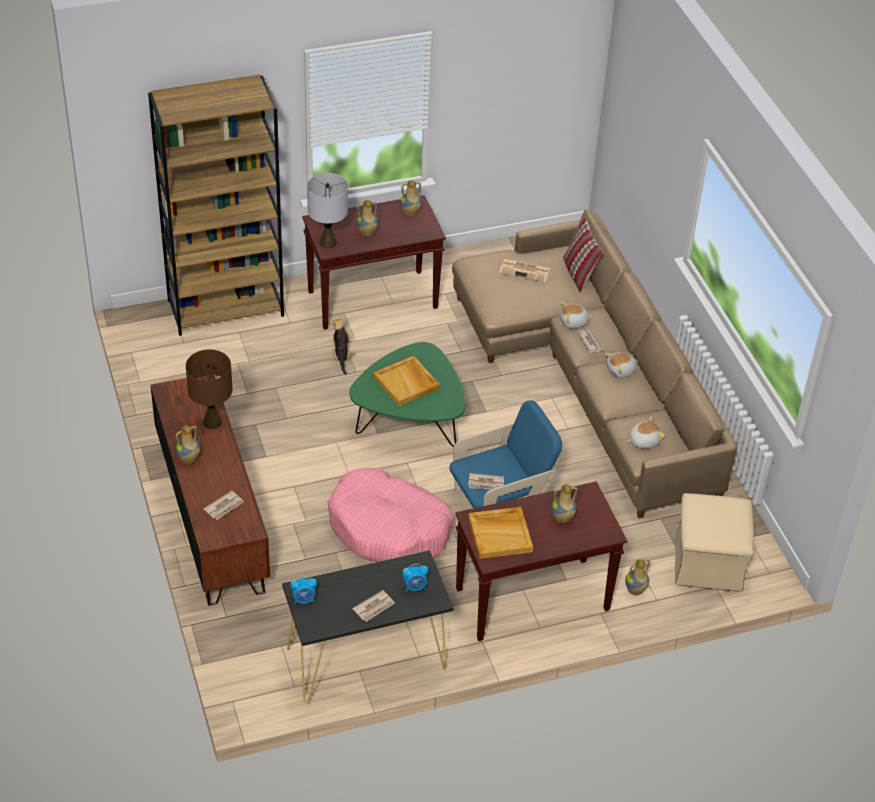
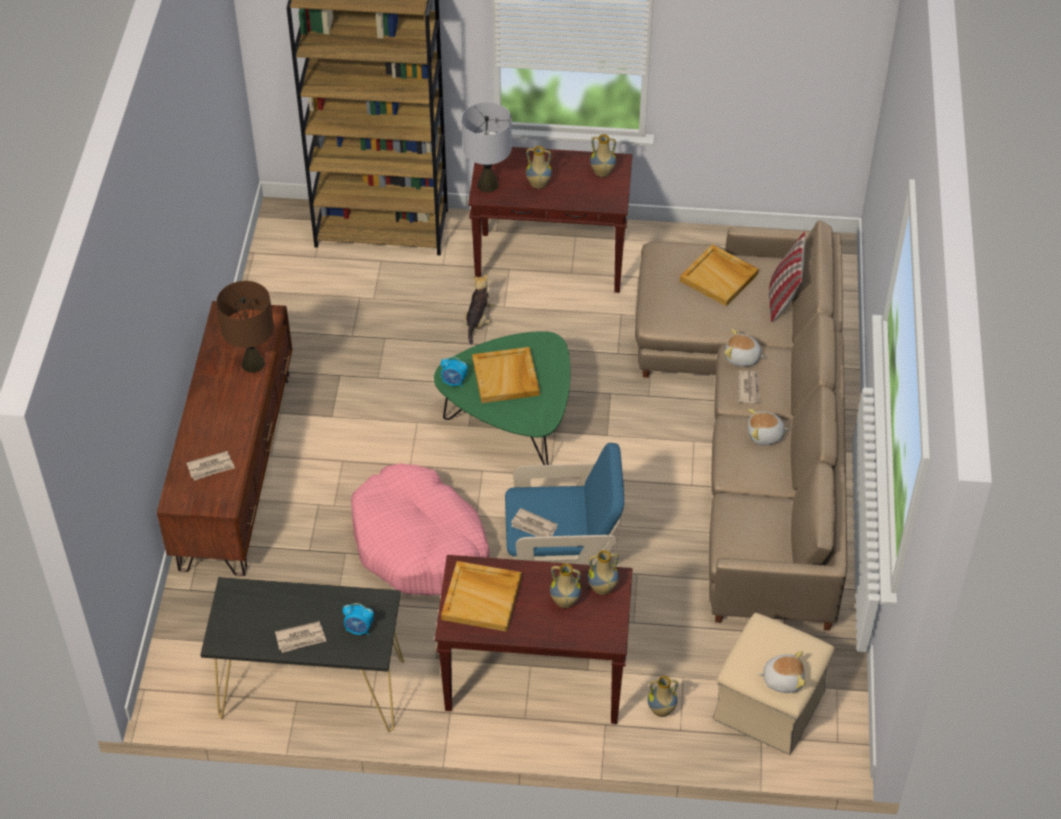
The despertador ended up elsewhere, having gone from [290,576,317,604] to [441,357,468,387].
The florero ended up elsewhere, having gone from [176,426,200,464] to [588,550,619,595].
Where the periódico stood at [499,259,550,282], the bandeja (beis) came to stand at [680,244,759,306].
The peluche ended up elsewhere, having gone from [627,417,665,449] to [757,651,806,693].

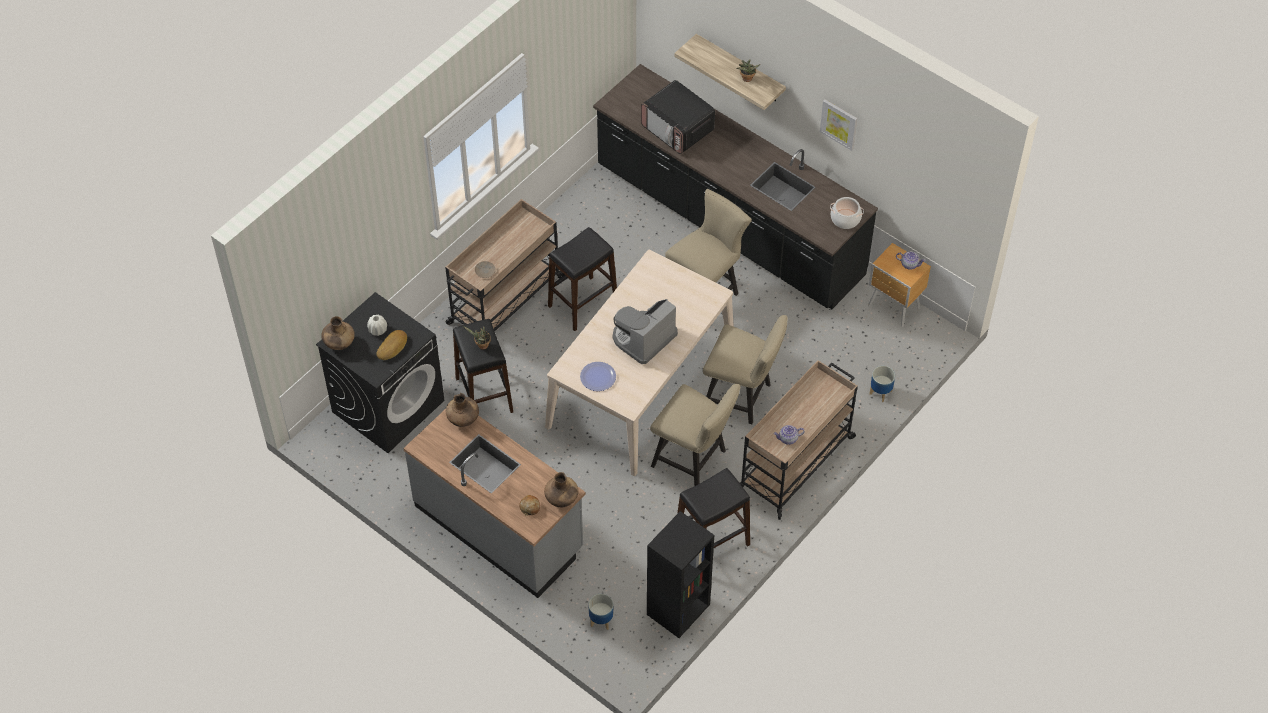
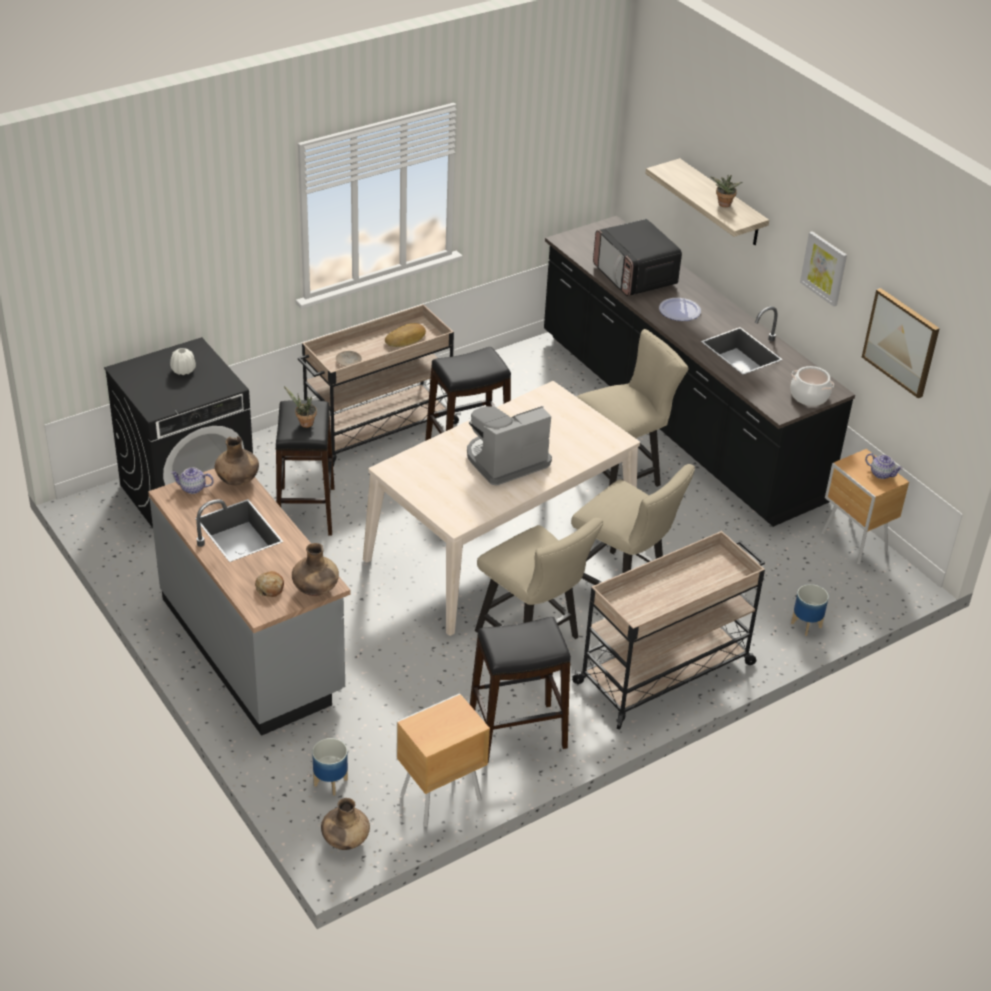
The tetera ended up elsewhere, having gone from [773,425,805,445] to [171,467,214,494].
The florero (marrón) ended up elsewhere, having gone from [321,316,355,350] to [321,798,370,850].
The pan ended up elsewhere, having gone from [377,330,407,360] to [385,323,426,347].
Where the estantería (negro) stood at [647,511,714,638], the mesita de noche (marrón) came to stand at [397,693,490,827].
The plato ended up elsewhere, having gone from [580,362,616,391] to [659,298,701,321].
The second view gained the cuadro at [862,288,940,398].

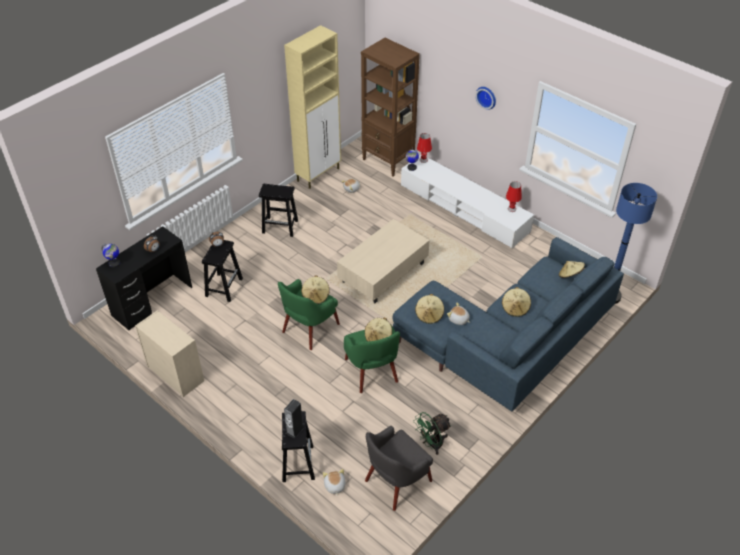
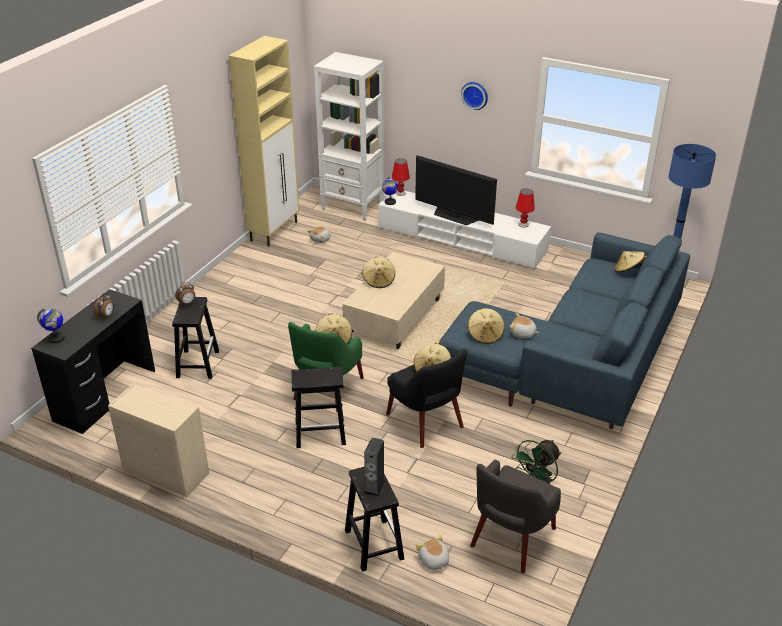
The taburete (negro) ended up elsewhere, having gone from [259,184,298,237] to [291,367,346,448].
What was the estantería (marrón) at [361,38,420,177] turned into the estantería (blanco) at [314,52,384,221].
The sombrero (beis) ended up elsewhere, having gone from [502,287,531,317] to [362,257,395,288].
What was the sillón (verde) at [344,325,400,393] turned into the sillón (negro) at [386,349,467,448].
The second view gained the televisor at [415,155,497,225].

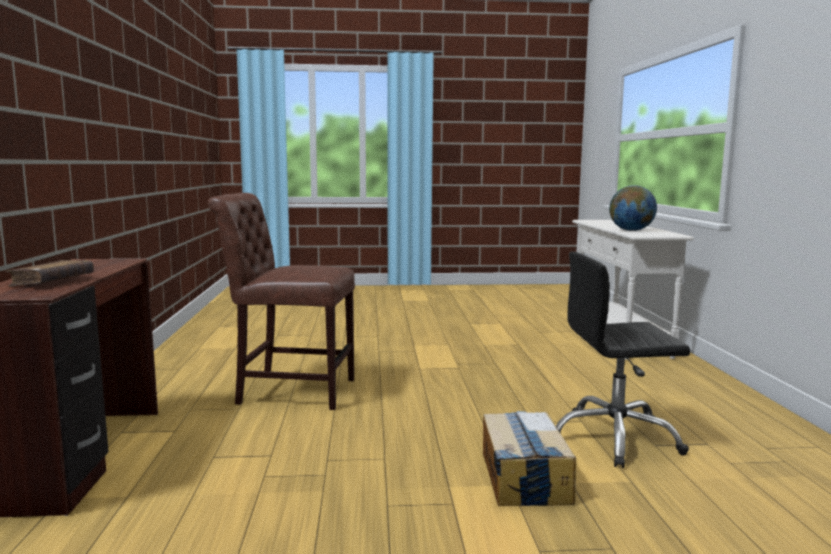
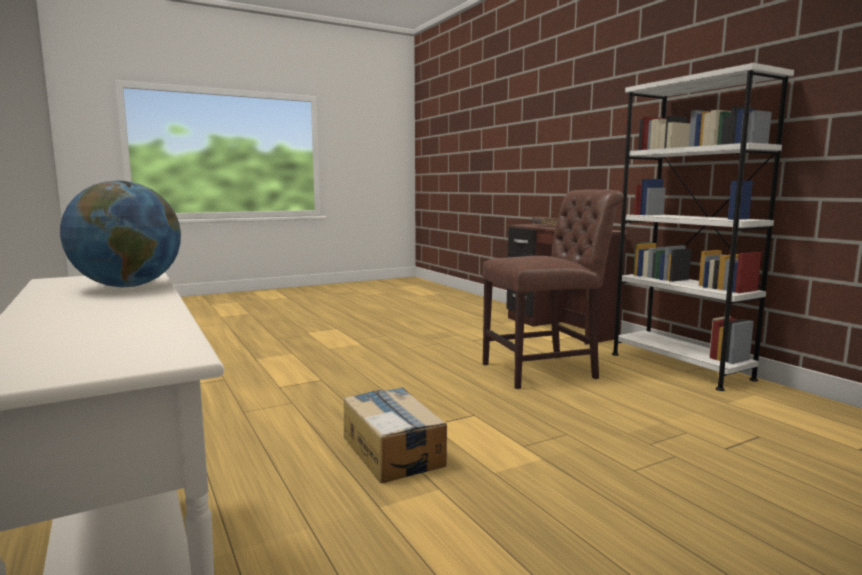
The caja de cartón ended up elsewhere, having gone from [483,411,576,506] to [344,387,447,483].
The second view gained the estantería (blanco) at [612,63,794,391].
The second view lost the silla de oficina (negro) at [556,251,690,468].

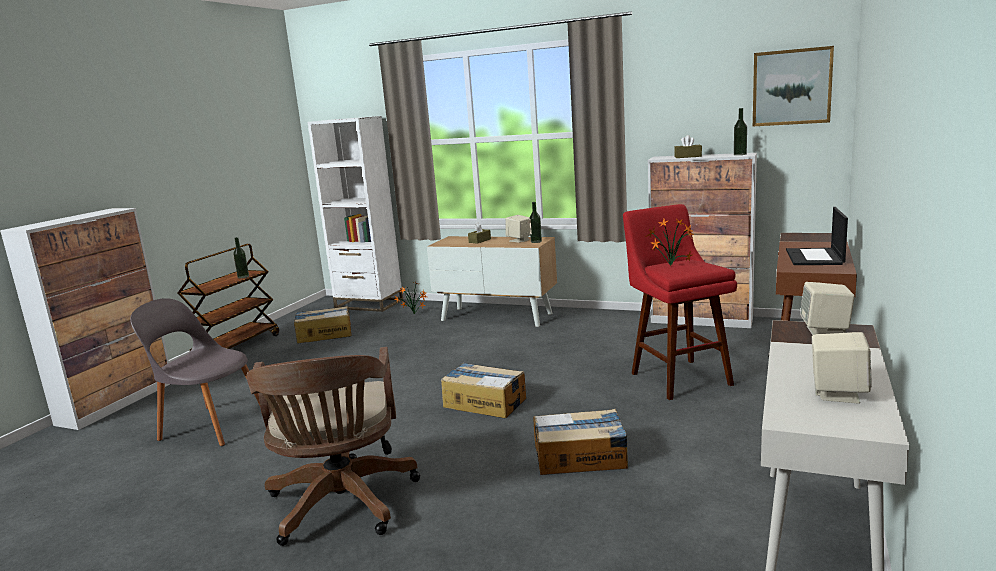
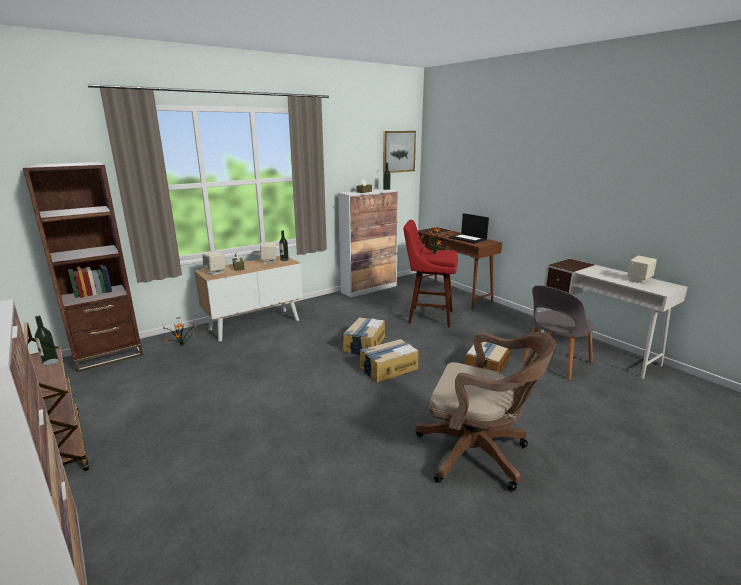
What was the estantería (blanco) at [308,116,403,312] turned into the estantería (marrón) at [23,162,143,372].
The altavoz (beis) ended up elsewhere, having gone from [800,282,855,335] to [202,252,225,275].
The caja de cartón ended up elsewhere, having gone from [294,306,352,344] to [342,318,385,355].
The silla (gris) ended up elsewhere, having gone from [130,298,260,446] to [522,285,595,380].

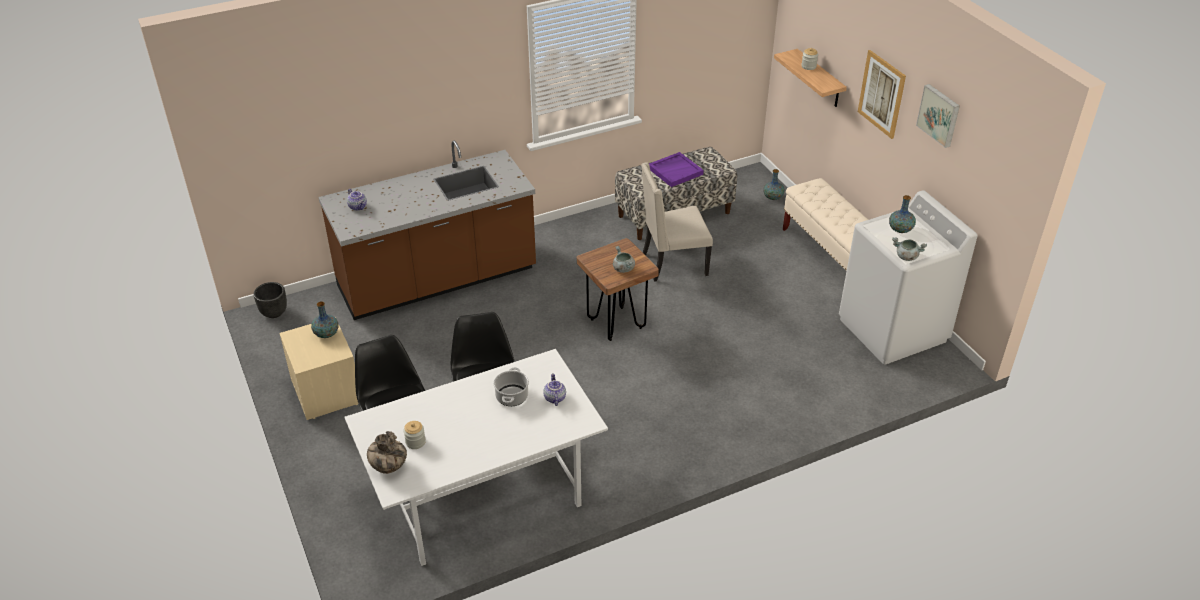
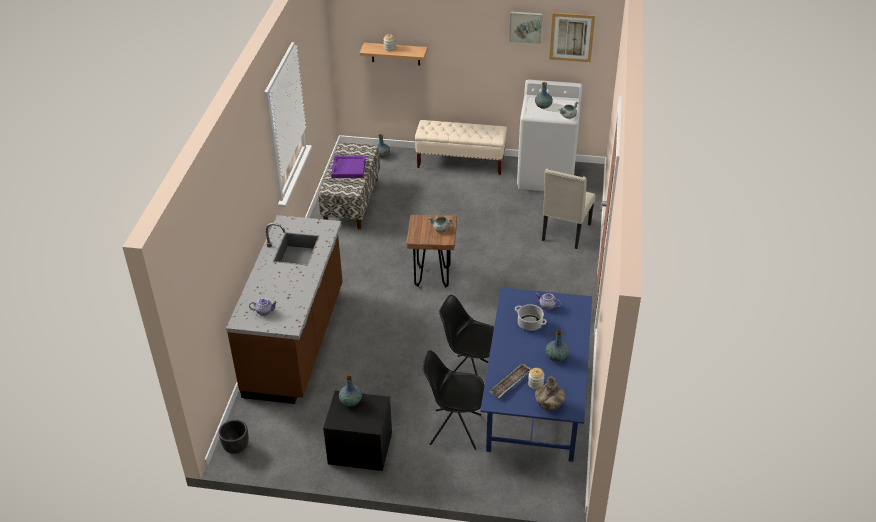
What was the mesita de noche (beis) at [280,317,359,420] turned into the mesita de noche (negro) at [323,391,392,471].
What was the mesa de comedor (blanco) at [345,349,608,566] turned into the mesa de comedor (azul) at [480,287,592,462].
The second view gained the bandeja at [489,363,531,398].
The silla (beis) ended up elsewhere, having gone from [641,162,713,282] to [542,168,595,249].
The second view gained the florero at [546,331,569,362].
The cuadro ended up elsewhere, having gone from [858,50,906,139] to [549,13,595,62].

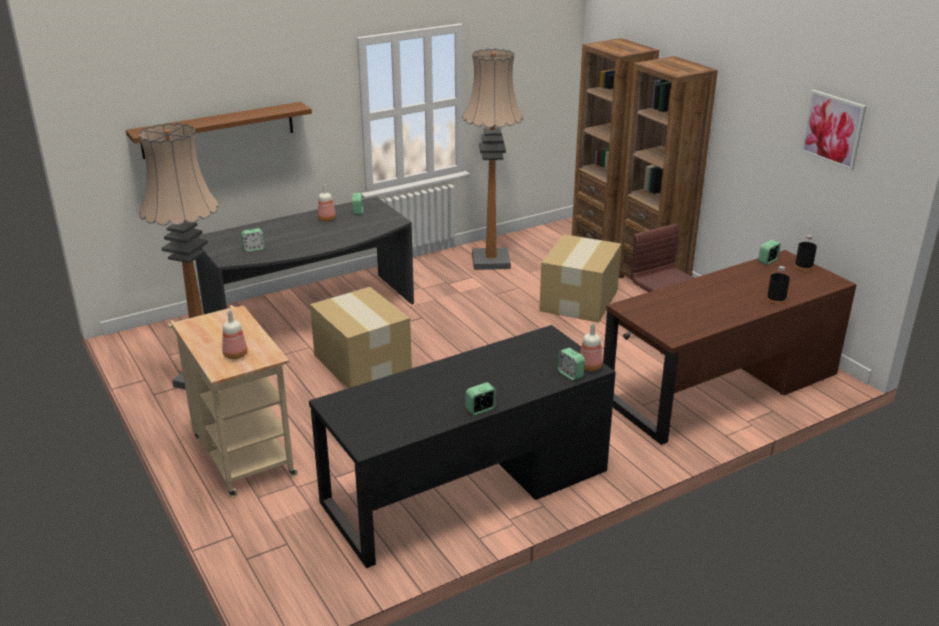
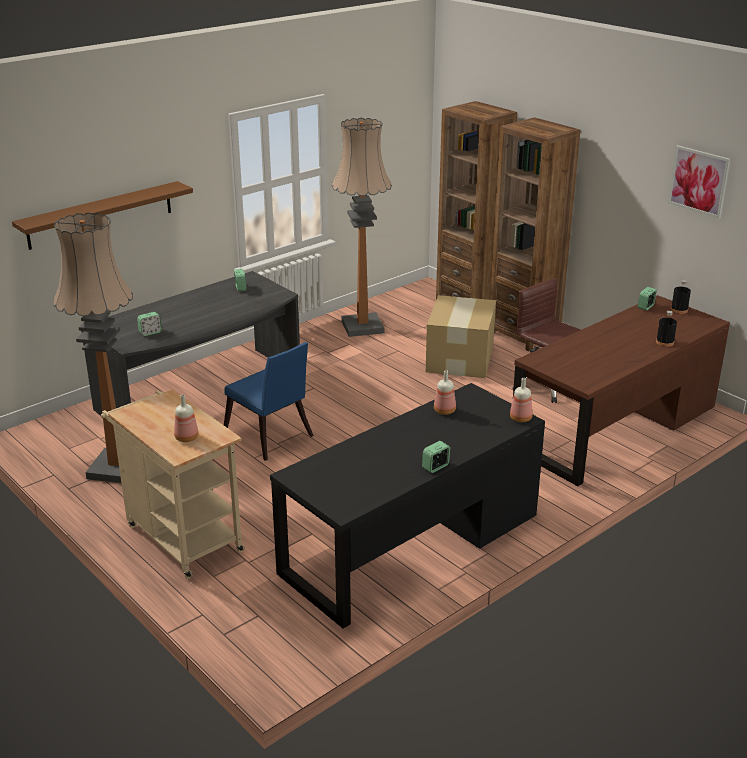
Where the caja de cartón stood at [310,287,412,388], the silla (azul) came to stand at [224,342,314,461].
The botella ended up elsewhere, having gone from [318,185,336,222] to [434,370,456,415].
The second view lost the despertador at [557,348,585,380].

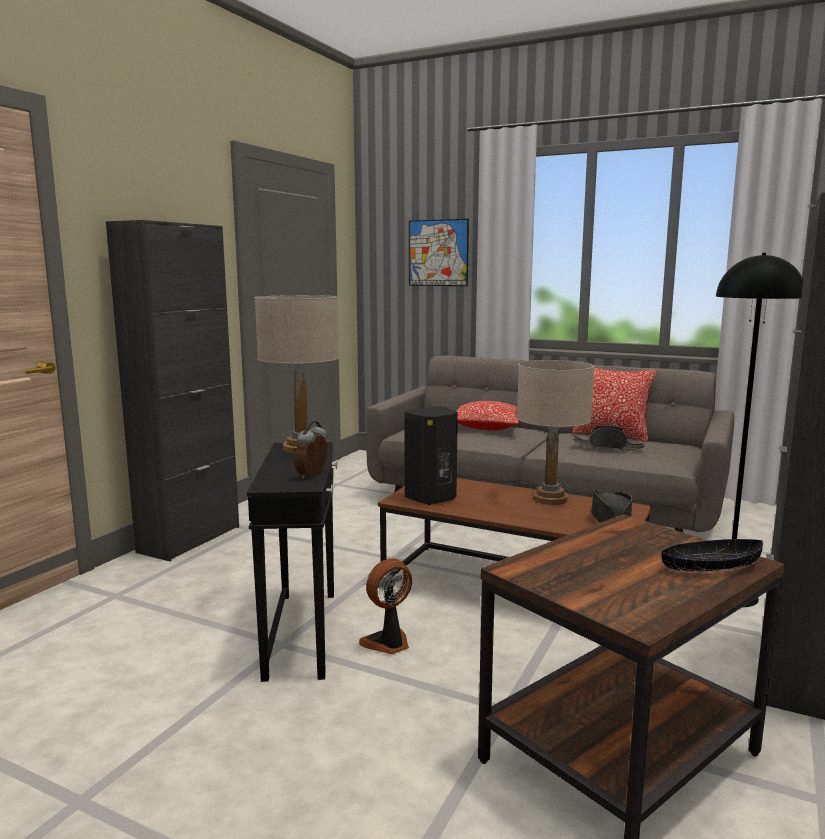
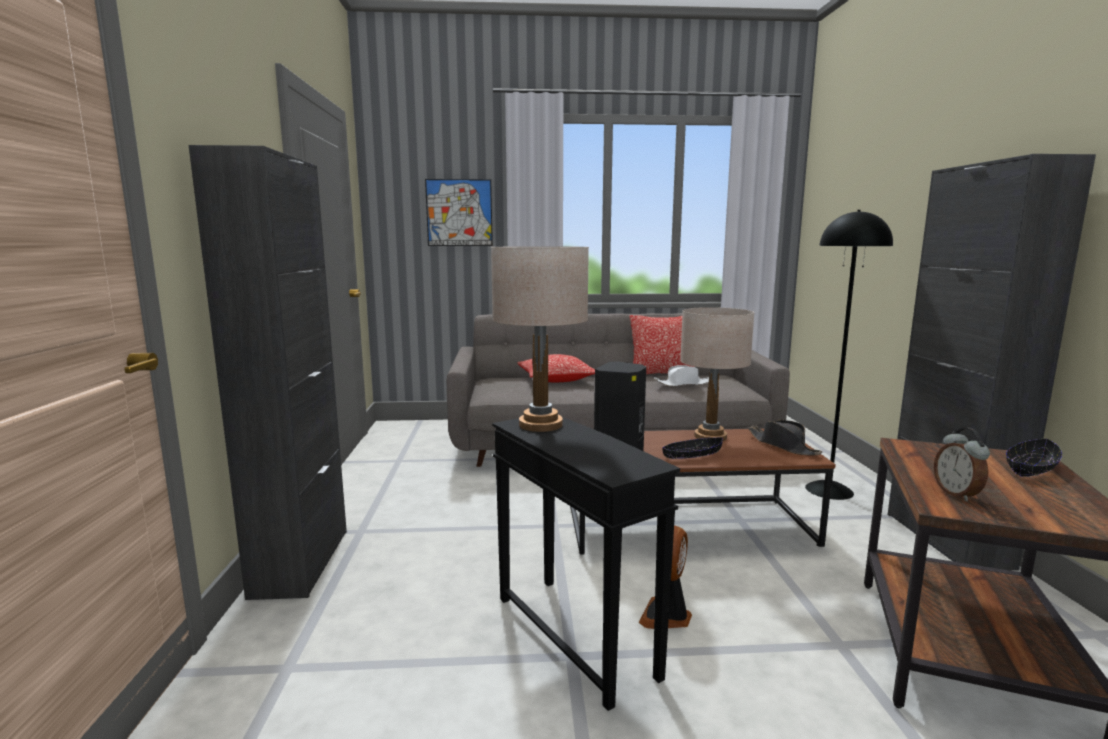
What was the sombrero (negro) at [573,426,645,450] turned into the sombrero (blanco) at [654,365,709,386].
The second view gained the cuenco (negro) at [662,437,723,459].
The despertador ended up elsewhere, having gone from [294,421,327,479] to [934,427,990,501].

